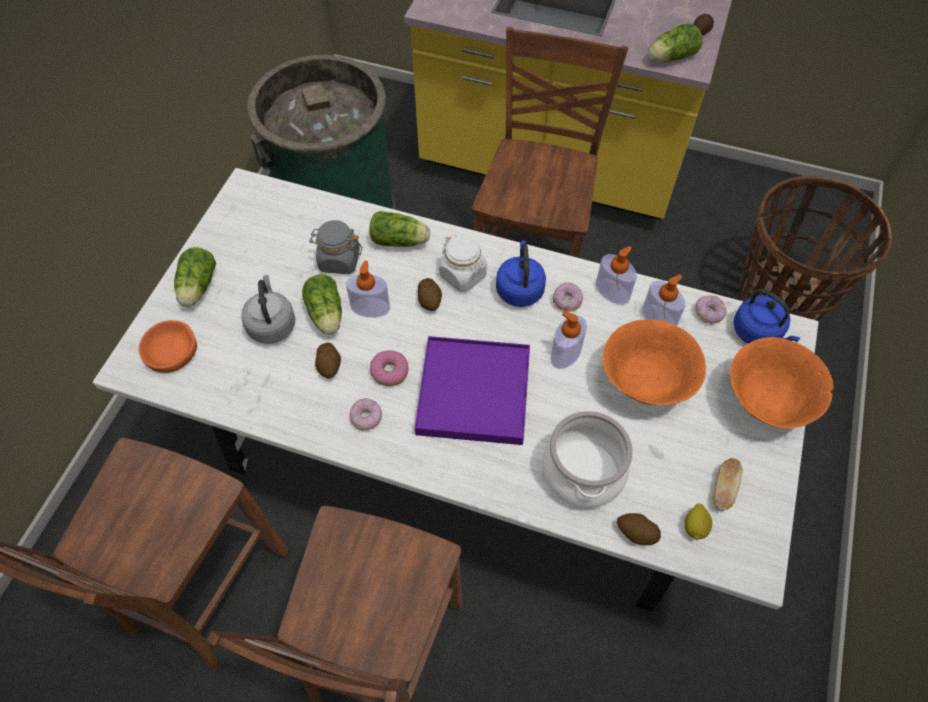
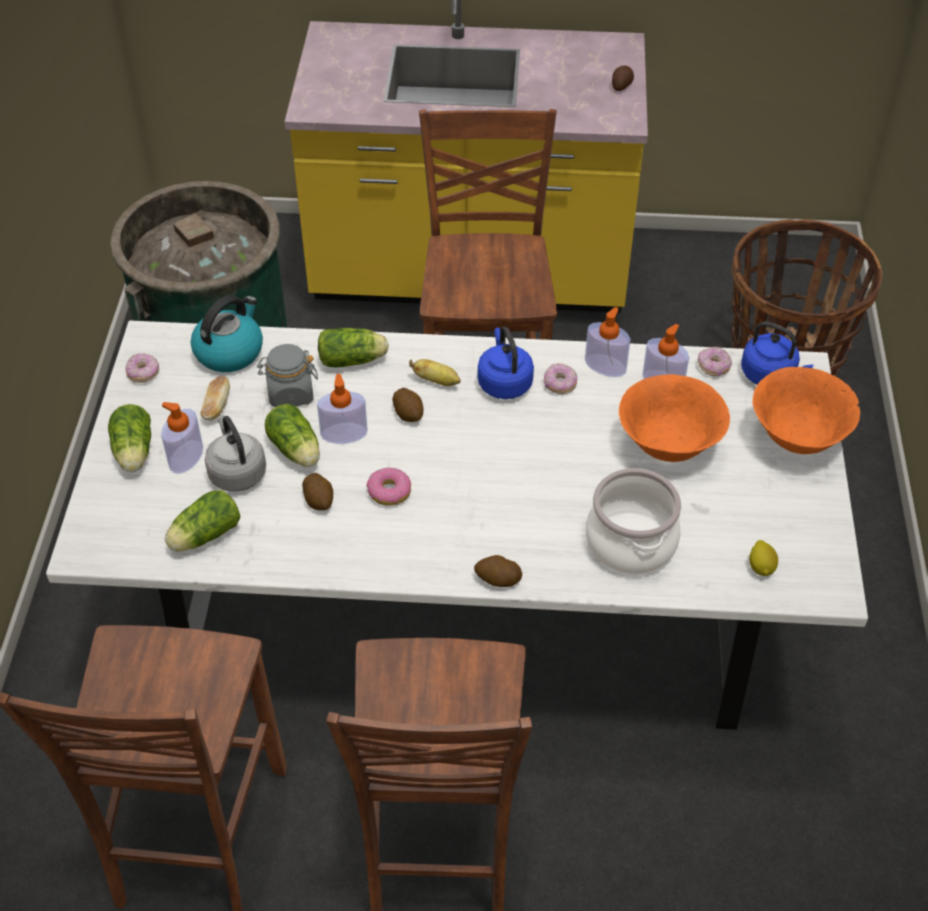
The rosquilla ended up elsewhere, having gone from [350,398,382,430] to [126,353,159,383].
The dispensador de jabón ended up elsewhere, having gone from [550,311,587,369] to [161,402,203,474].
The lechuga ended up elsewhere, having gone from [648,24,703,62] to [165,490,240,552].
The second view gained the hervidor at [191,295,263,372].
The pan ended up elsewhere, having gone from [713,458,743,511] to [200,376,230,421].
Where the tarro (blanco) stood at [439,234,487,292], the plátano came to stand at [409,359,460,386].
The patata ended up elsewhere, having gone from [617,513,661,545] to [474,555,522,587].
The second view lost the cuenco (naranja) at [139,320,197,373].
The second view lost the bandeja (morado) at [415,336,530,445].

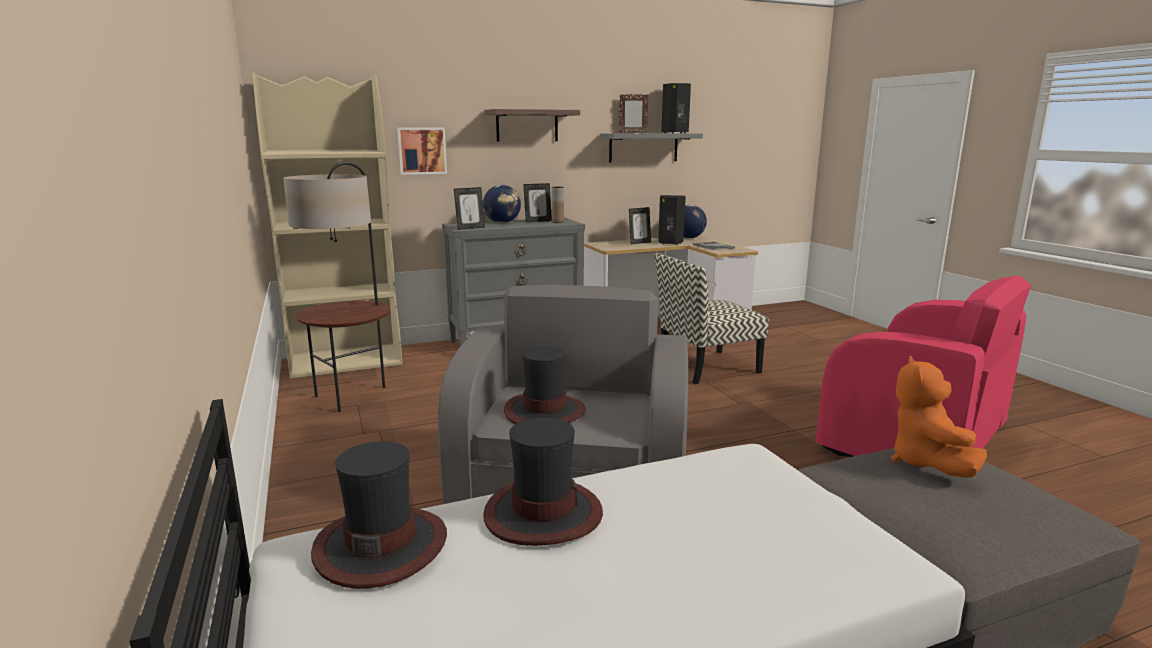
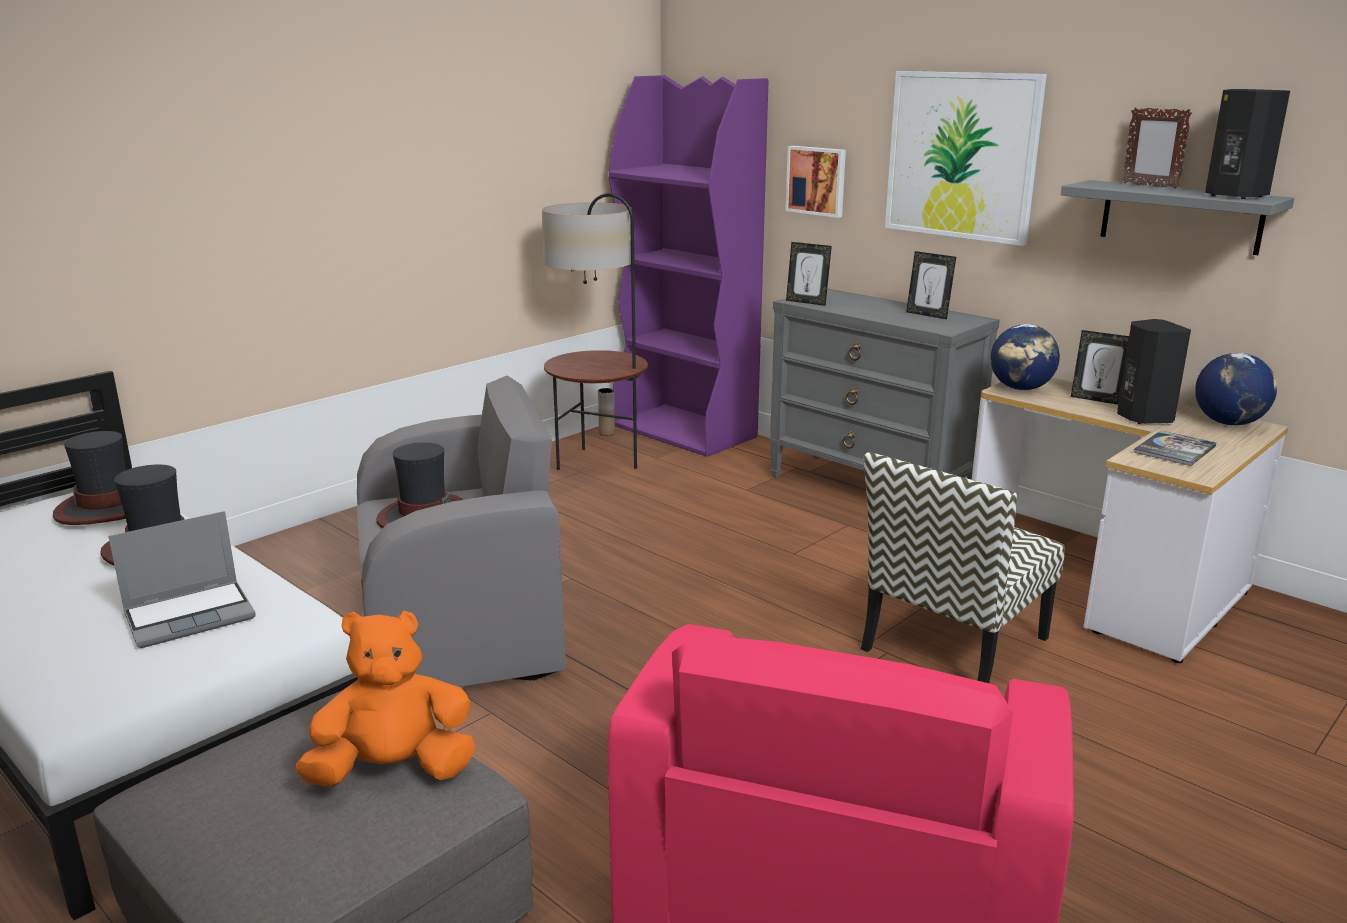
The second view gained the portátil at [108,511,256,648].
The florero (marrón) ended up elsewhere, having gone from [551,187,564,223] to [598,388,615,436].
What was the estantería (beis) at [252,72,403,379] turned into the estantería (morado) at [608,75,769,457].
The silla at [655,253,769,384] ended up facing another way, 90 degrees counterclockwise from before.
Where the estante hung at [485,109,580,142], the cuadro came to hang at [885,71,1047,246].
The globo terráqueo ended up elsewhere, having gone from [483,185,521,223] to [991,324,1060,390].

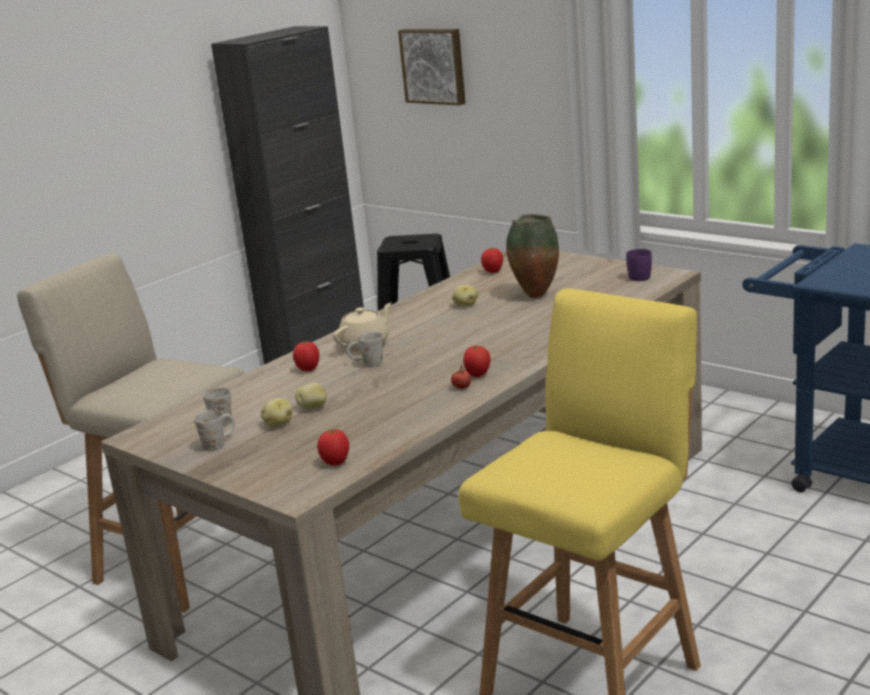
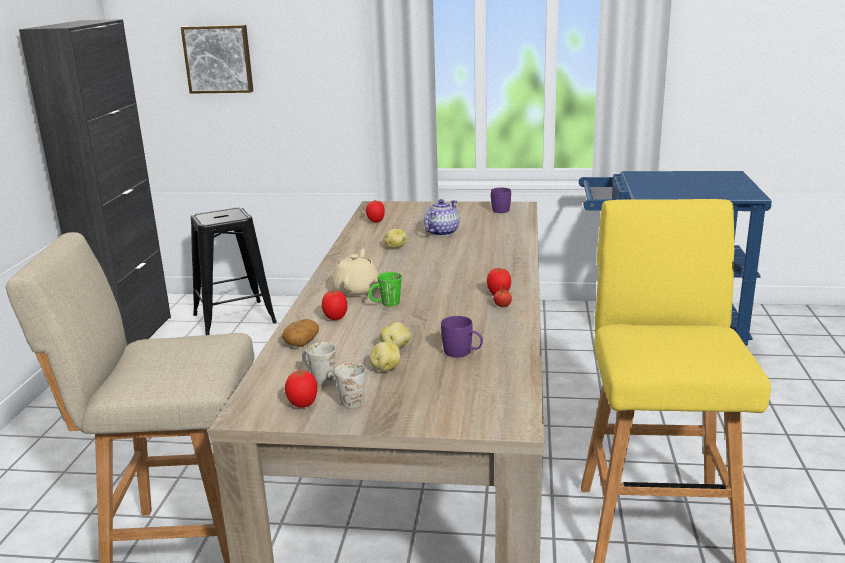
The second view gained the patata at [282,319,319,347].
The tomate ended up elsewhere, having gone from [317,429,349,466] to [285,370,317,407].
What was the taza grande (blanco) at [346,331,383,368] turned into the taza grande (verde) at [369,272,402,306].
Where the florero stood at [506,214,559,298], the tetera came to stand at [424,199,459,236].
The second view gained the taza grande (morado) at [441,316,483,358].

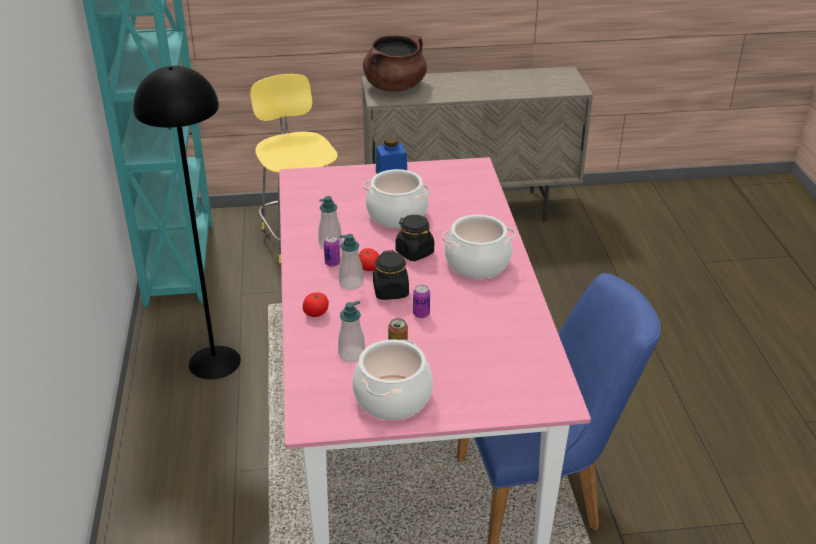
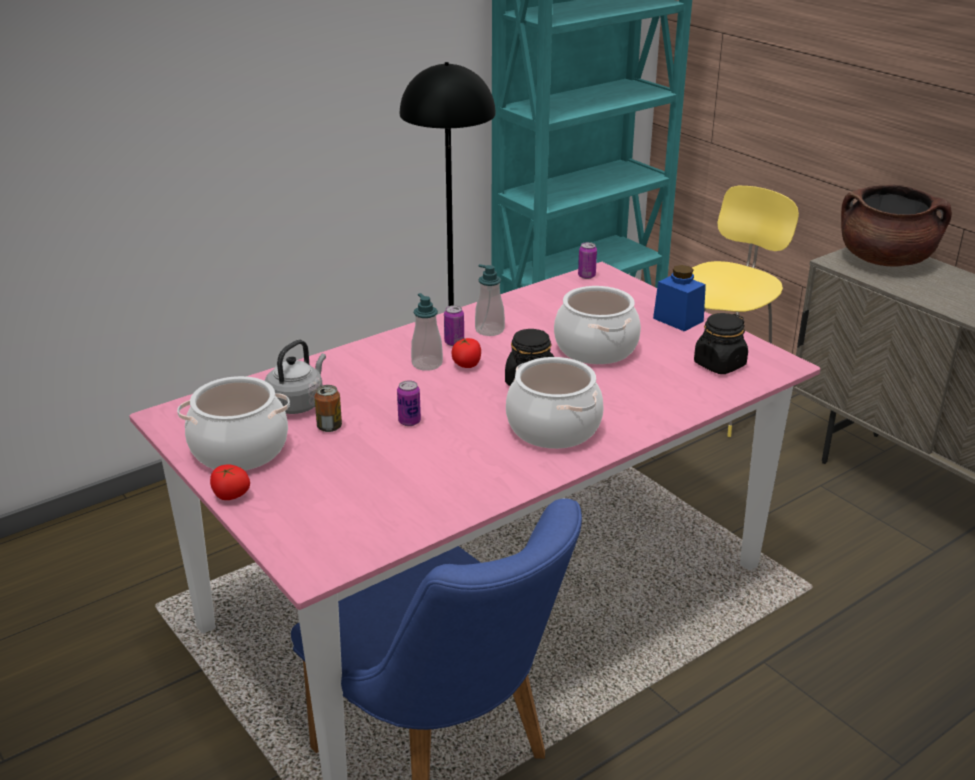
The tomate ended up elsewhere, having gone from [303,293,329,317] to [210,464,250,500].
Where the dispensador de jabón stood at [338,301,365,362], the hervidor (gris) came to stand at [265,340,326,414].
The second view gained the lata at [578,242,597,279].
The tarro (negro) ended up elsewhere, having gone from [373,250,409,300] to [694,313,748,374].

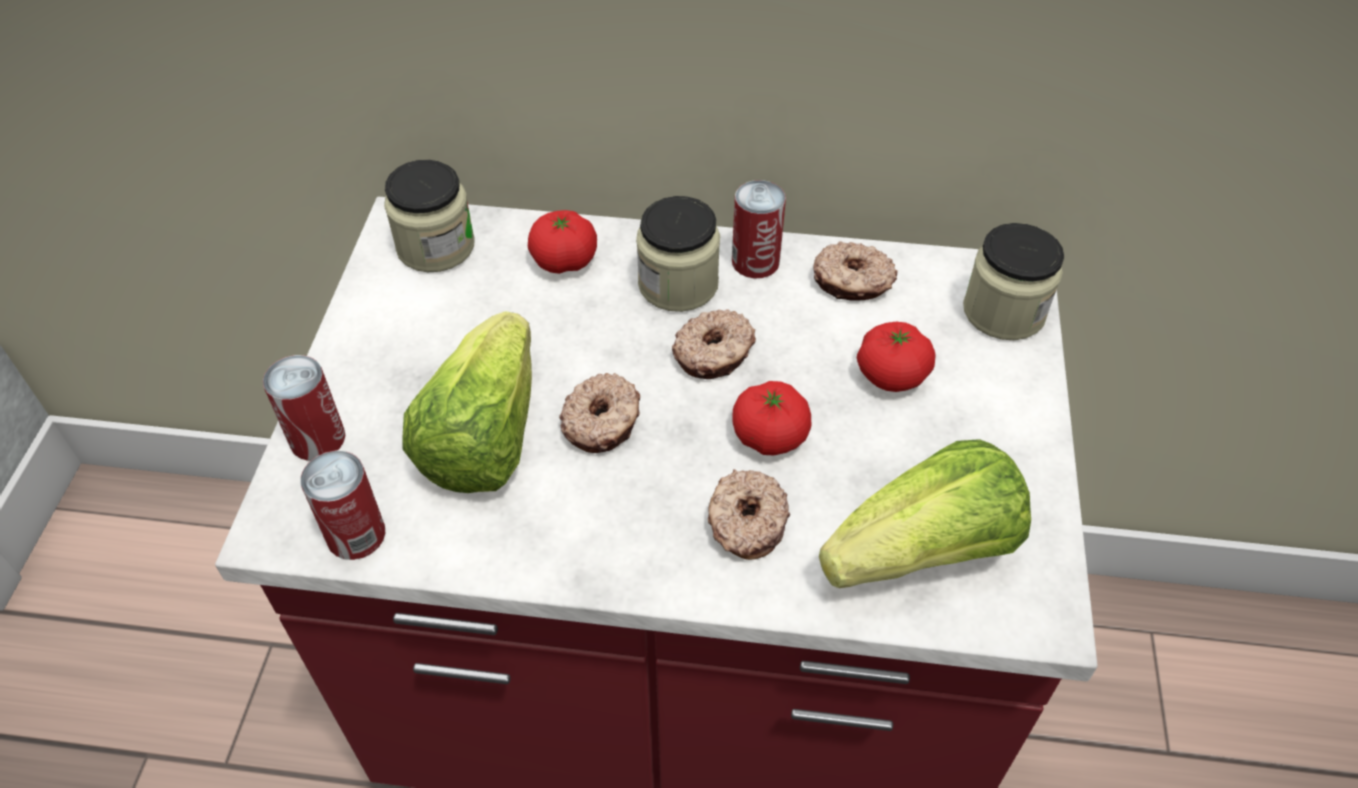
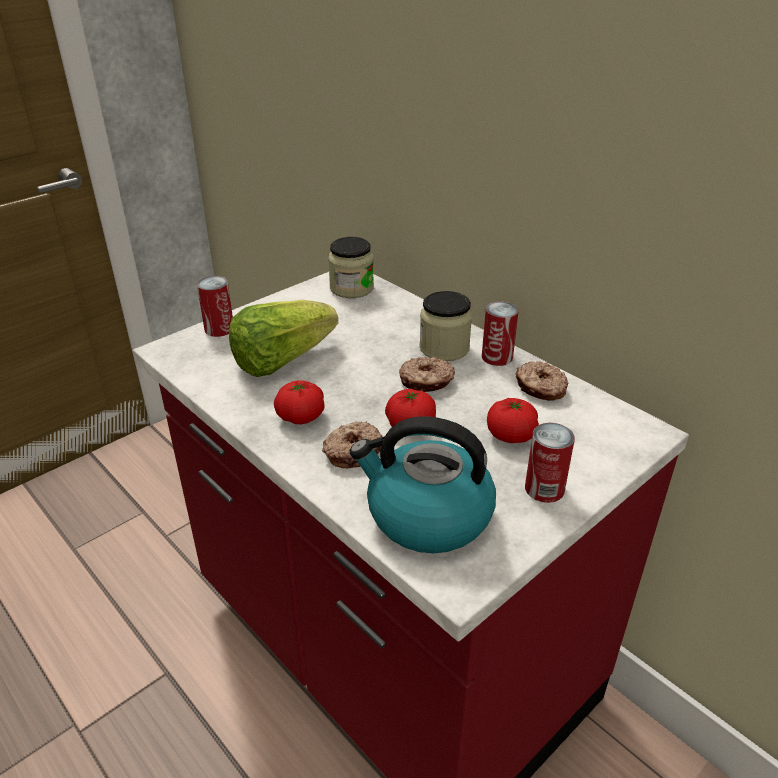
The tomate ended up elsewhere, having gone from [528,210,597,274] to [274,380,325,424].
Where the lechuga stood at [819,439,1031,588], the hervidor came to stand at [350,416,496,553].
The lata ended up elsewhere, having gone from [300,450,386,560] to [525,423,575,503].
The second view lost the rosquilla at [559,373,640,453].
The second view lost the tarro at [963,223,1064,340].

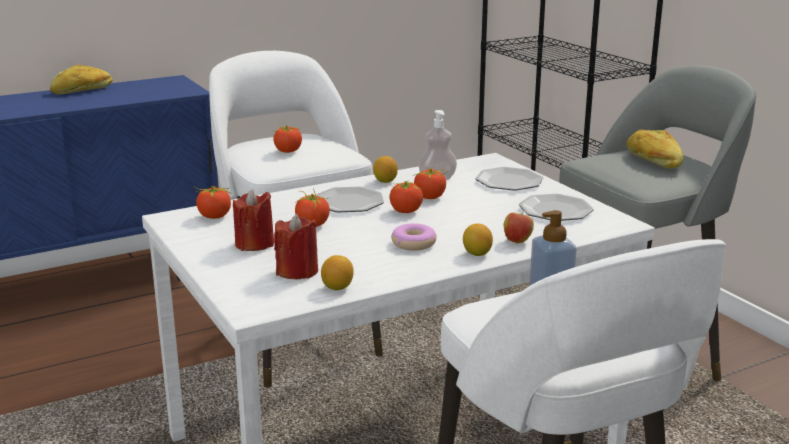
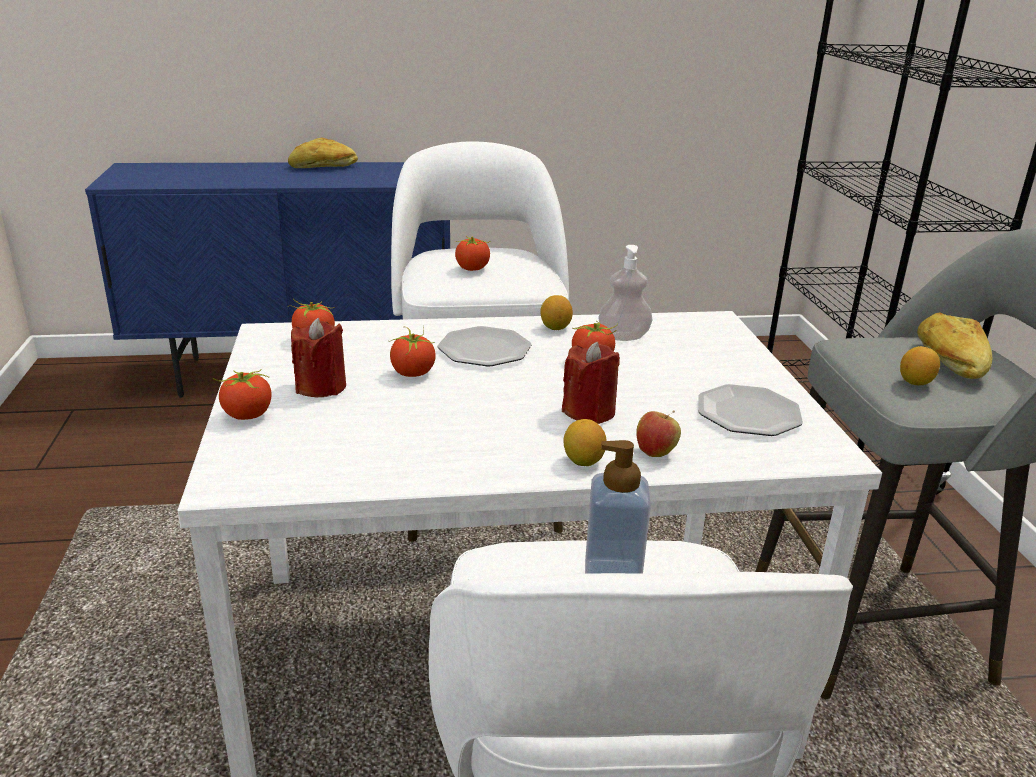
The tomate ended up elsewhere, having gone from [390,181,423,213] to [212,369,271,420].
The vela (rojo) ended up elsewhere, having gone from [274,214,318,279] to [562,342,620,424].
The limón ended up elsewhere, having gone from [321,255,354,290] to [900,346,940,385].
The second view lost the rosquilla at [391,223,437,251].
The second view lost the plato at [475,167,543,191].

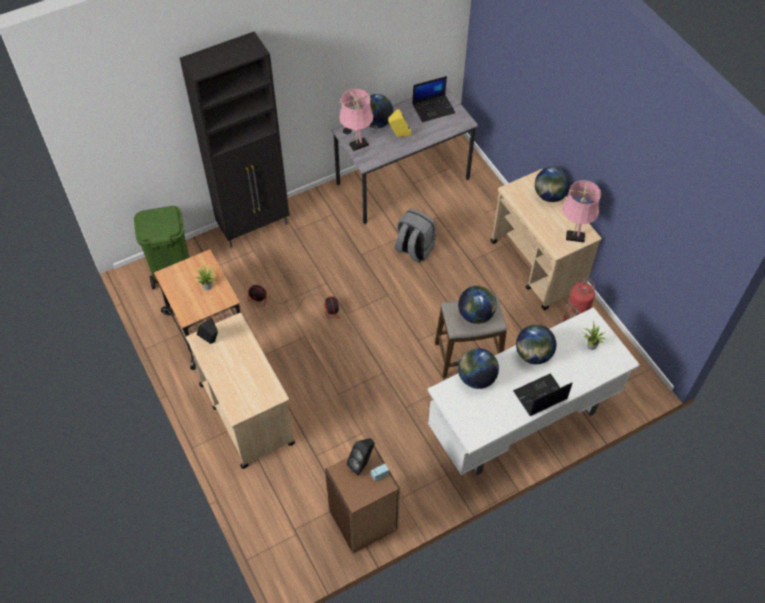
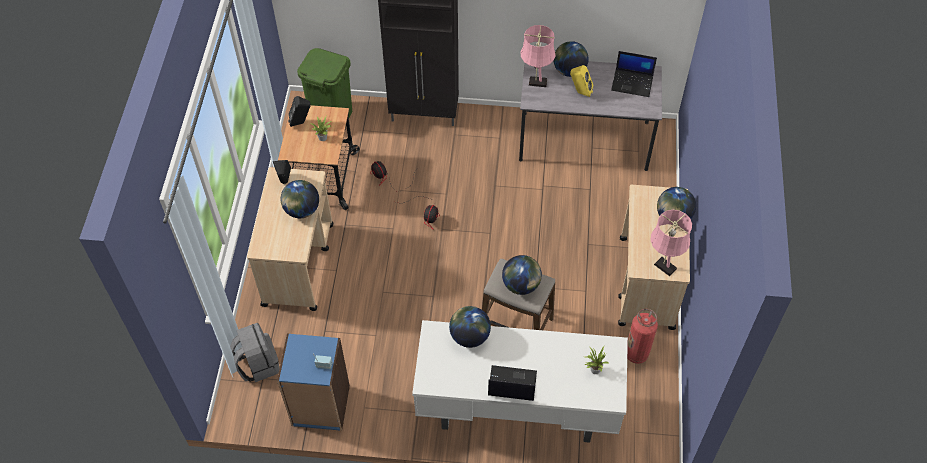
The mochila (gris) ended up elsewhere, having gone from [395,209,436,263] to [230,323,280,382].
What was the estantería (marrón) at [325,445,400,553] turned into the estantería (azul) at [277,333,350,431].
The globo terráqueo ended up elsewhere, having gone from [516,325,556,364] to [281,180,319,218].
The altavoz (negro) ended up elsewhere, having gone from [346,438,375,476] to [288,96,311,127].

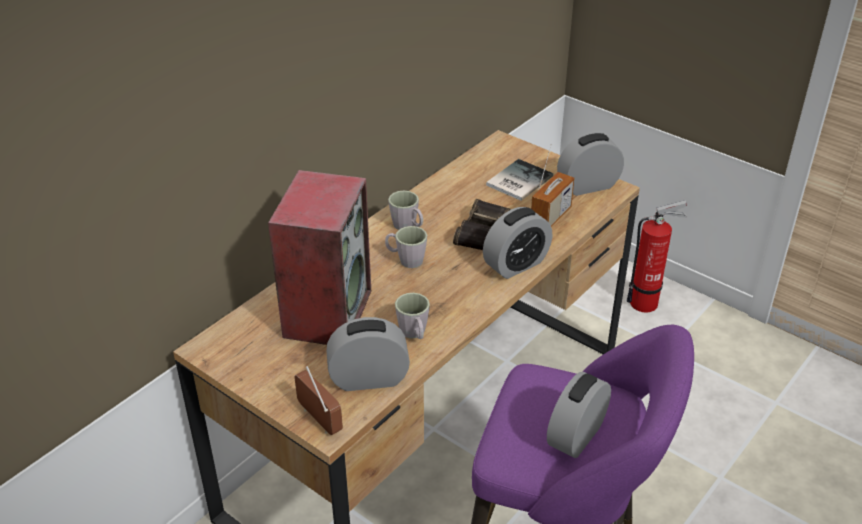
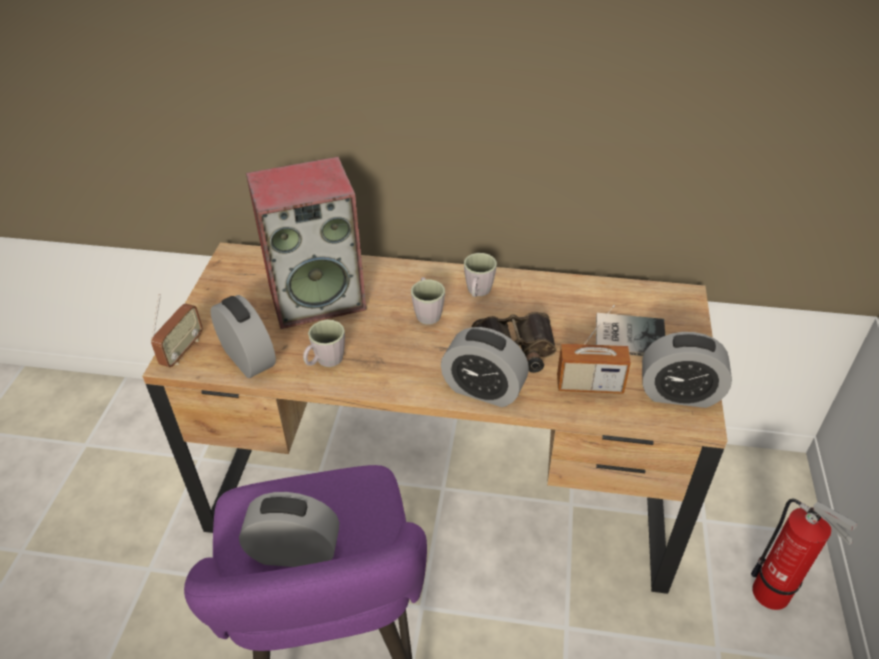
The despertador at [557,133,624,196] ended up facing another way, 150 degrees clockwise from before.

